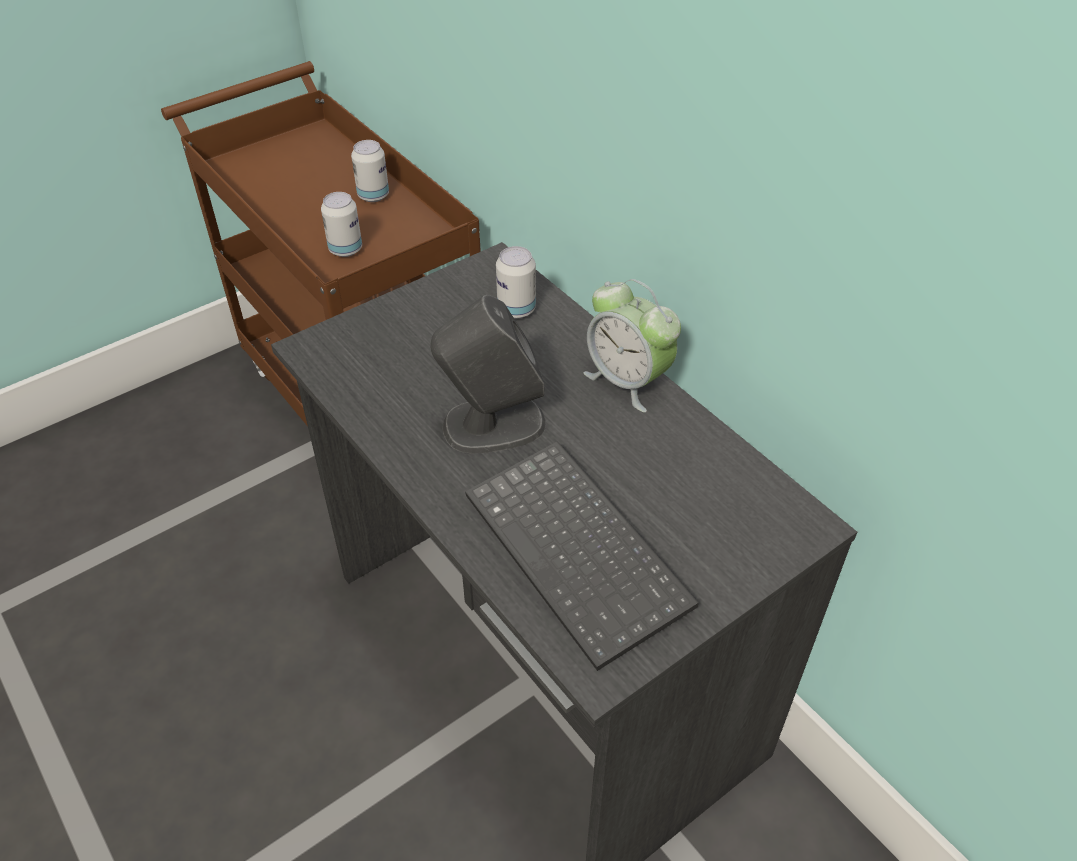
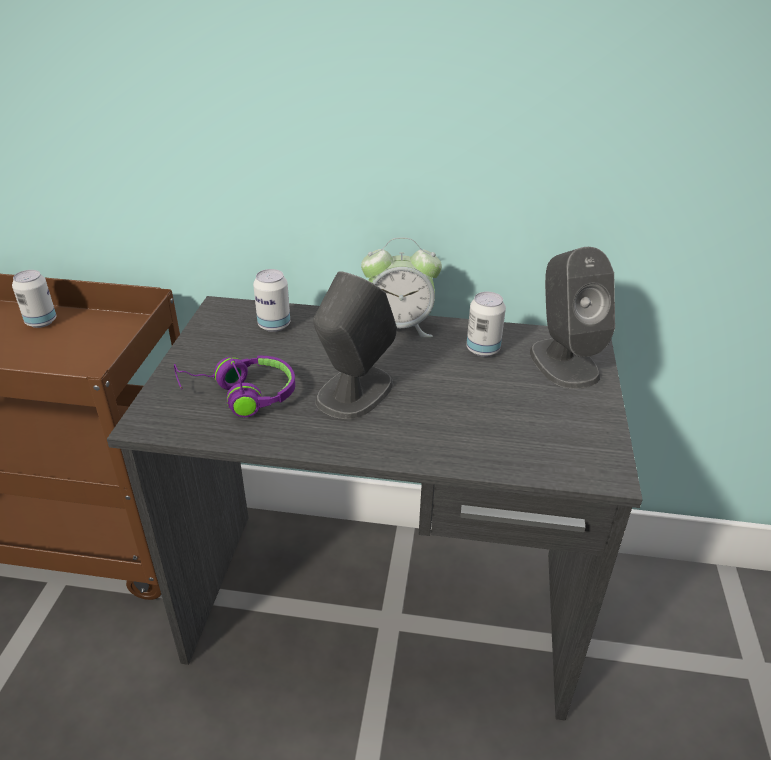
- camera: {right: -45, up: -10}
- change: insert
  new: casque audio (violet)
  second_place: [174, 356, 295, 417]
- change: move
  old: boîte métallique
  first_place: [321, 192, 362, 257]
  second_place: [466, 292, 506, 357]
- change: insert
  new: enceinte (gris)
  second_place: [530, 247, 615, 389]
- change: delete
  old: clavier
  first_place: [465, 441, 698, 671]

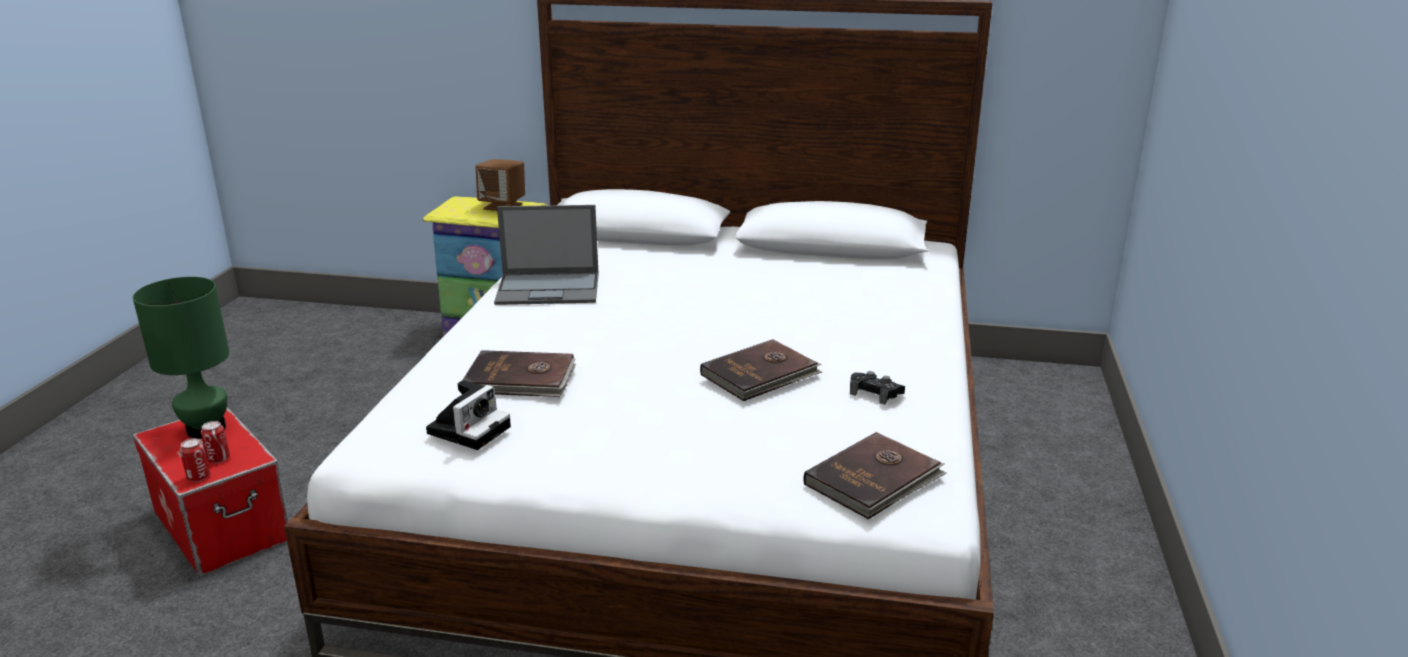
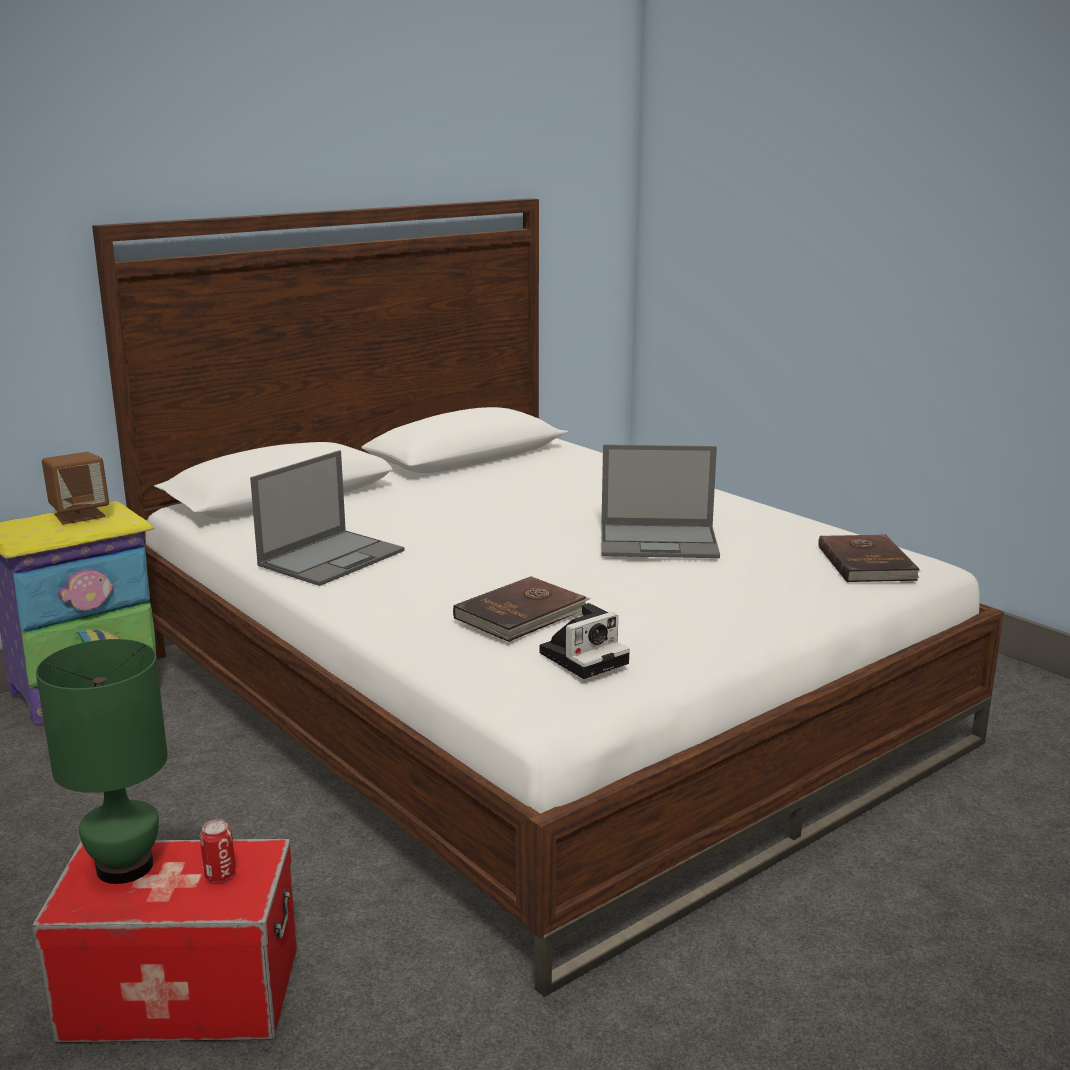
- camera: {right: -50, up: -5}
- change: rotate
  old: appareil photo
  first_place: [426, 380, 511, 450]
  second_place: [540, 603, 630, 679]
  degrees: 75
- change: replace
  old: livre (marron)
  new: ordinateur portable
  first_place: [700, 339, 822, 401]
  second_place: [601, 445, 720, 558]
- change: delete
  old: boîte métallique
  first_place: [180, 438, 210, 482]
- change: delete
  old: manette (noir)
  first_place: [850, 371, 905, 405]

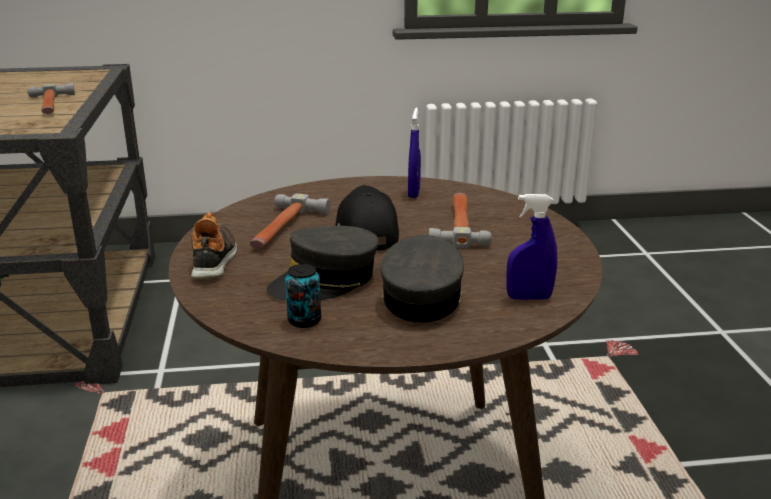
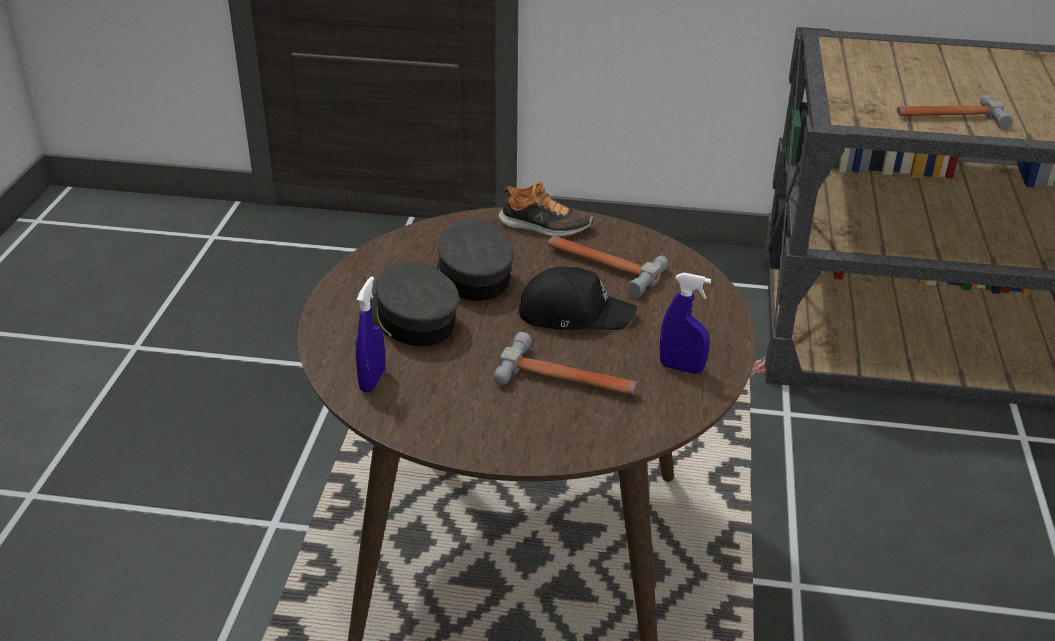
- camera: {right: 105, up: 10}
- change: rotate
  old: casquette (gris)
  first_place: [380, 235, 464, 323]
  second_place: [370, 261, 459, 346]
  degrees: -150
- change: delete
  old: boîte métallique
  first_place: [285, 264, 321, 328]

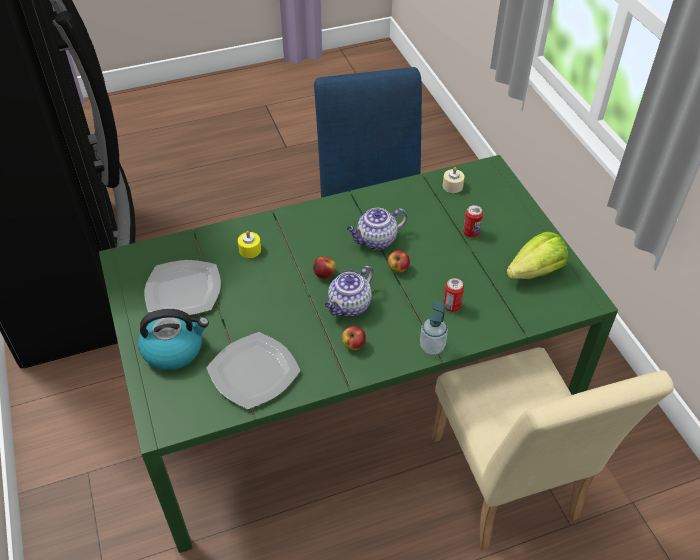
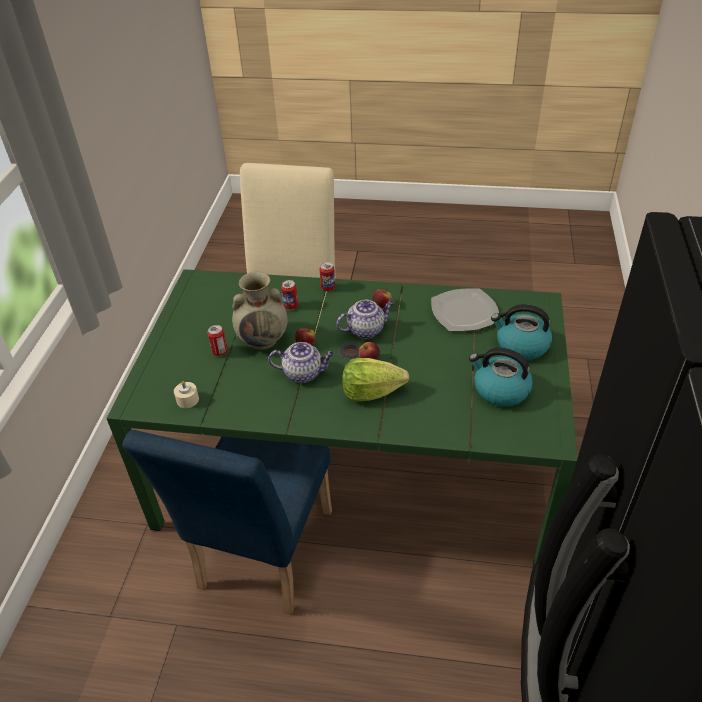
- camera: {right: -150, up: -5}
- change: insert
  new: vase (beige)
  second_place: [232, 272, 288, 350]
- change: replace
  old: distributeur de savon
  new: boîte métallique
  first_place: [420, 300, 448, 355]
  second_place: [319, 262, 335, 291]
- change: move
  old: laitue
  first_place: [507, 232, 568, 279]
  second_place: [342, 358, 409, 401]
- change: replace
  old: assiette
  new: bouilloire
  first_place: [144, 260, 221, 315]
  second_place: [469, 347, 533, 407]
- change: delete
  old: bougie (jaune)
  first_place: [238, 231, 261, 258]

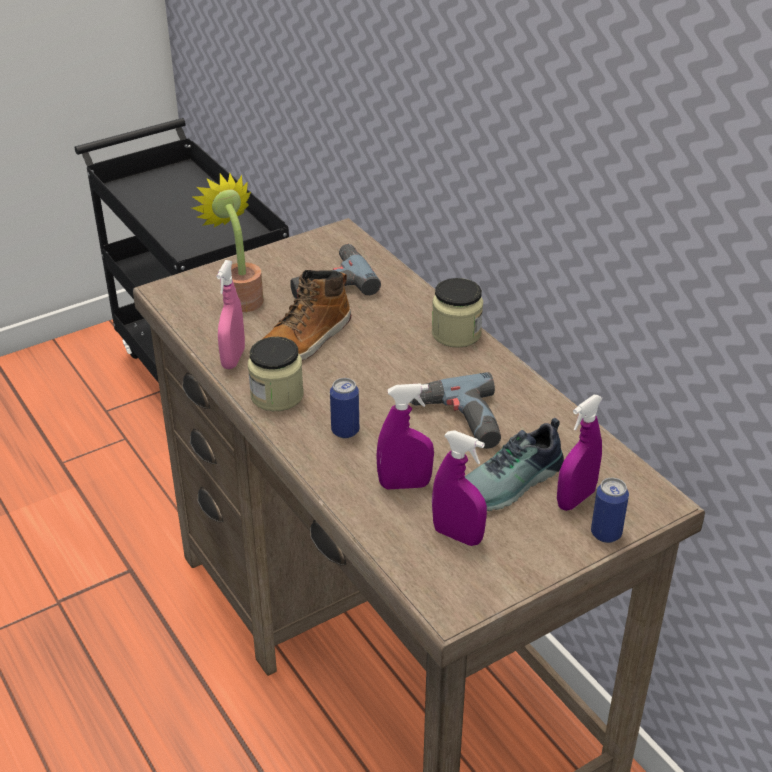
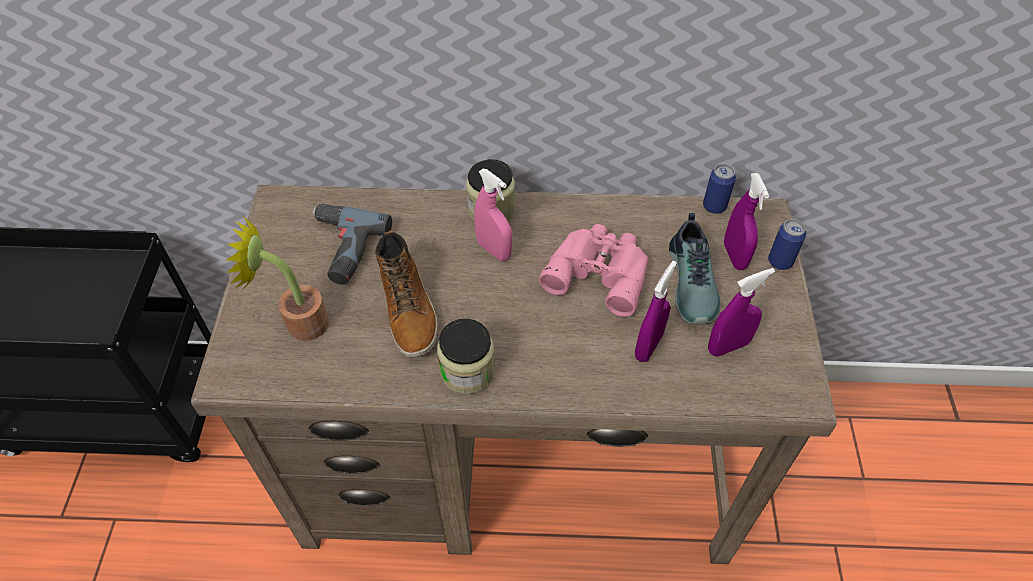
- camera: {right: -55, up: 15}
- change: move
  old: vaporisateur (rose)
  first_place: [217, 260, 245, 369]
  second_place: [474, 169, 512, 261]
- change: replace
  old: perceuse
  new: jumelles (rose)
  first_place: [409, 372, 501, 449]
  second_place: [539, 224, 649, 317]
- change: move
  old: boîte métallique
  first_place: [330, 378, 359, 438]
  second_place: [703, 164, 736, 214]

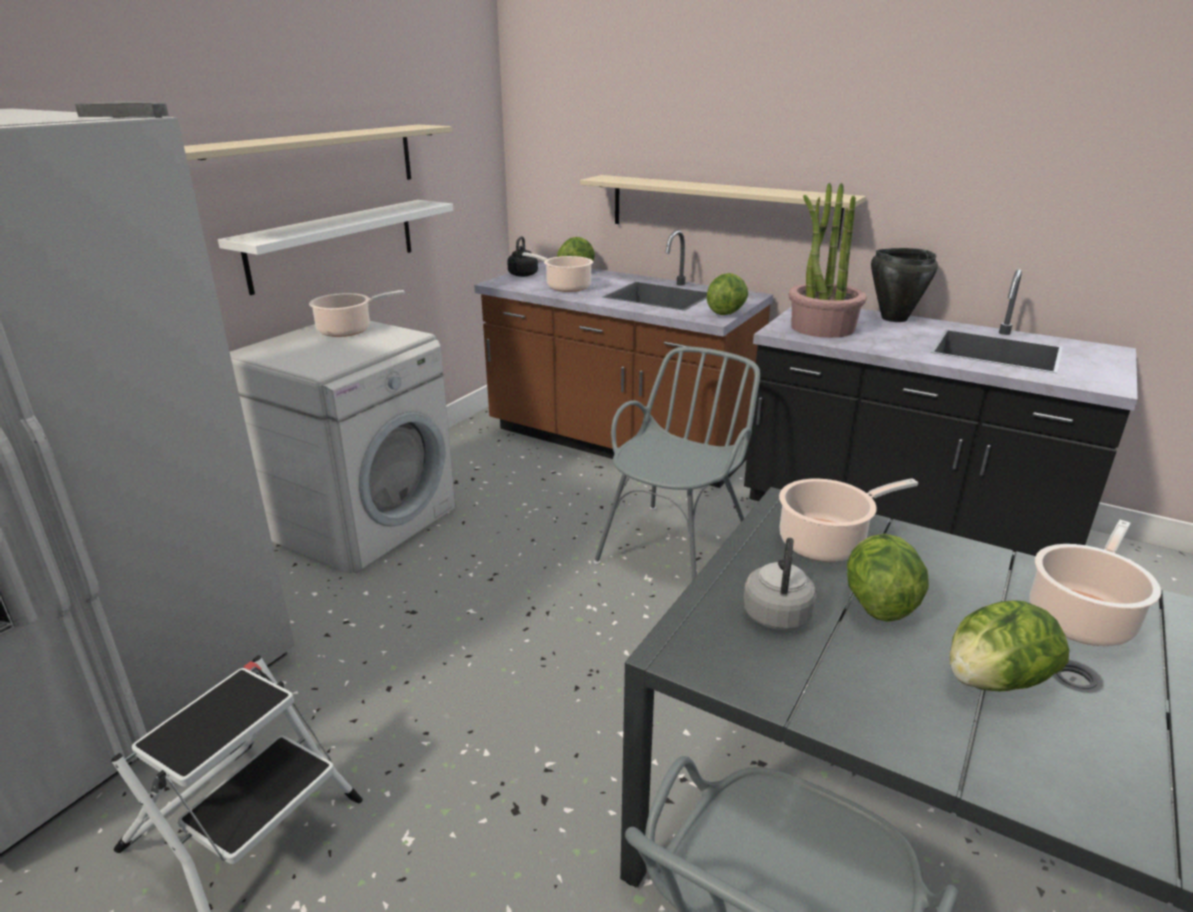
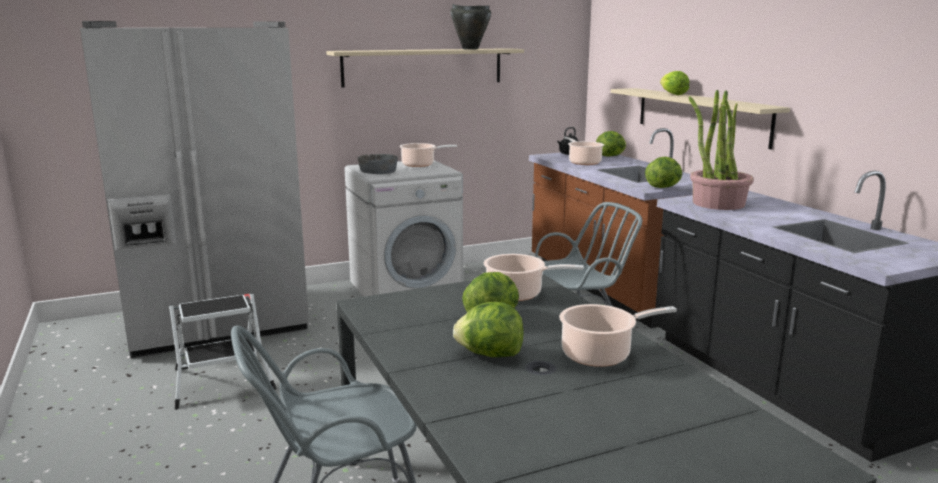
- camera: {right: 35, up: -10}
- change: insert
  new: bol (gris)
  second_place: [358, 154, 398, 174]
- change: move
  old: marmite (noir)
  first_place: [871, 248, 938, 322]
  second_place: [450, 4, 491, 49]
- change: insert
  new: laitue
  second_place: [660, 71, 689, 95]
- change: delete
  old: étagère (blanc)
  first_place: [218, 200, 453, 295]
- change: delete
  old: bouilloire (gris)
  first_place: [743, 538, 816, 630]

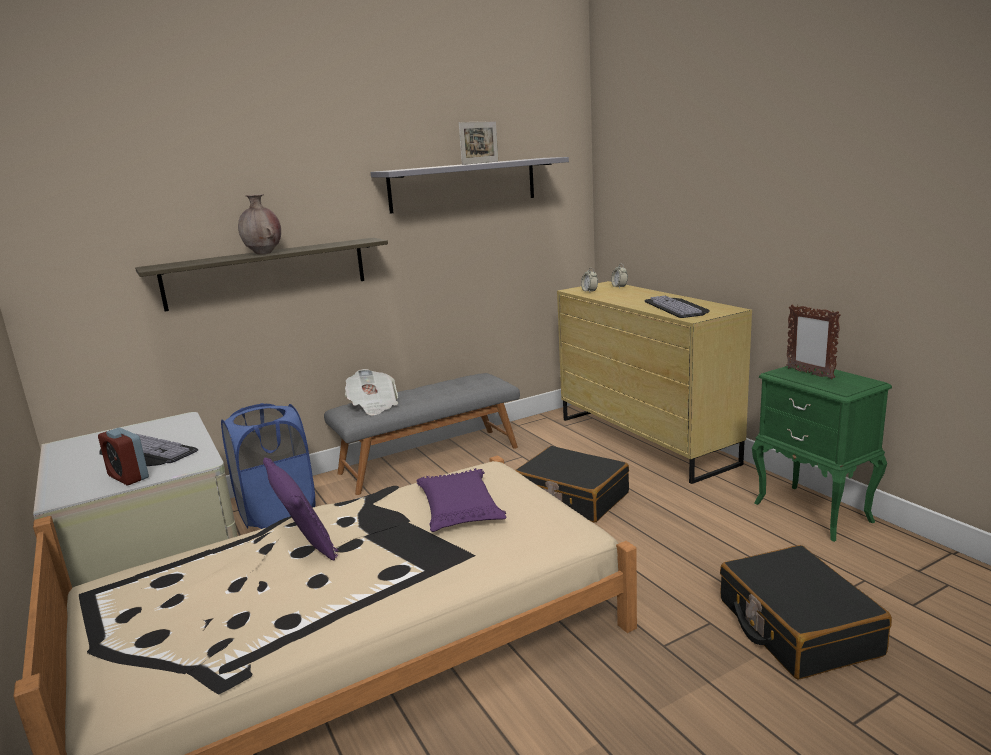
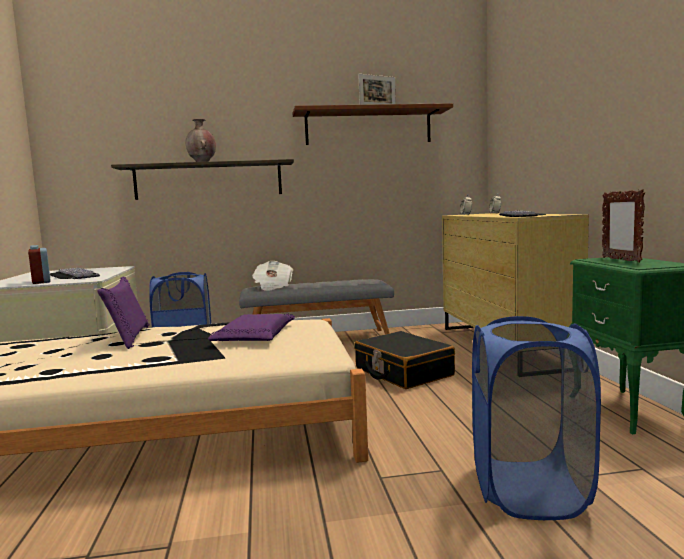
- camera: {right: 20, up: -10}
- change: recolor
  old: étagère (gris)
  new: étagère (marron)
  first_place: [370, 157, 569, 214]
  second_place: [293, 103, 453, 145]
- change: replace
  old: valise (noir)
  new: panier à linge (bleu)
  first_place: [720, 545, 892, 680]
  second_place: [472, 316, 601, 520]

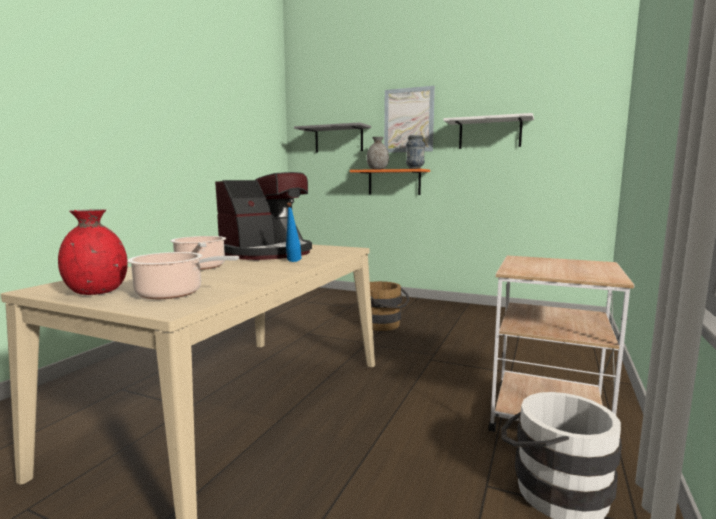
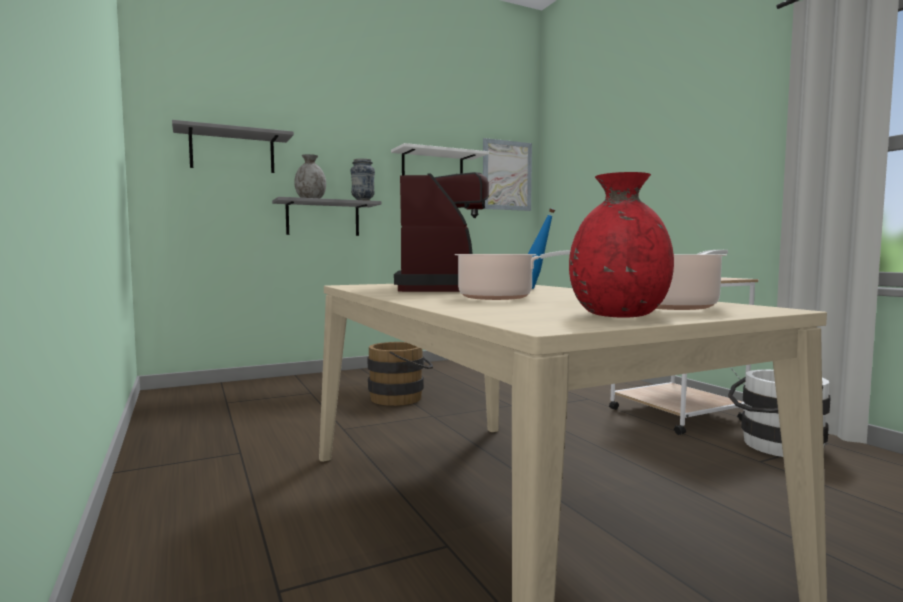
- camera: {right: -50, up: -5}
- change: recolor
  old: étagère (orange)
  new: étagère (gris)
  first_place: [350, 169, 430, 195]
  second_place: [272, 197, 382, 236]
- change: move
  old: tableau
  first_place: [384, 86, 435, 153]
  second_place: [483, 138, 532, 211]

